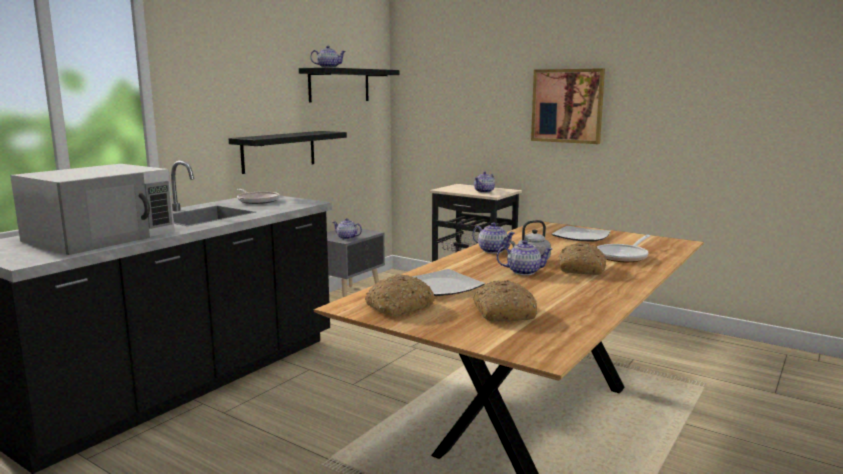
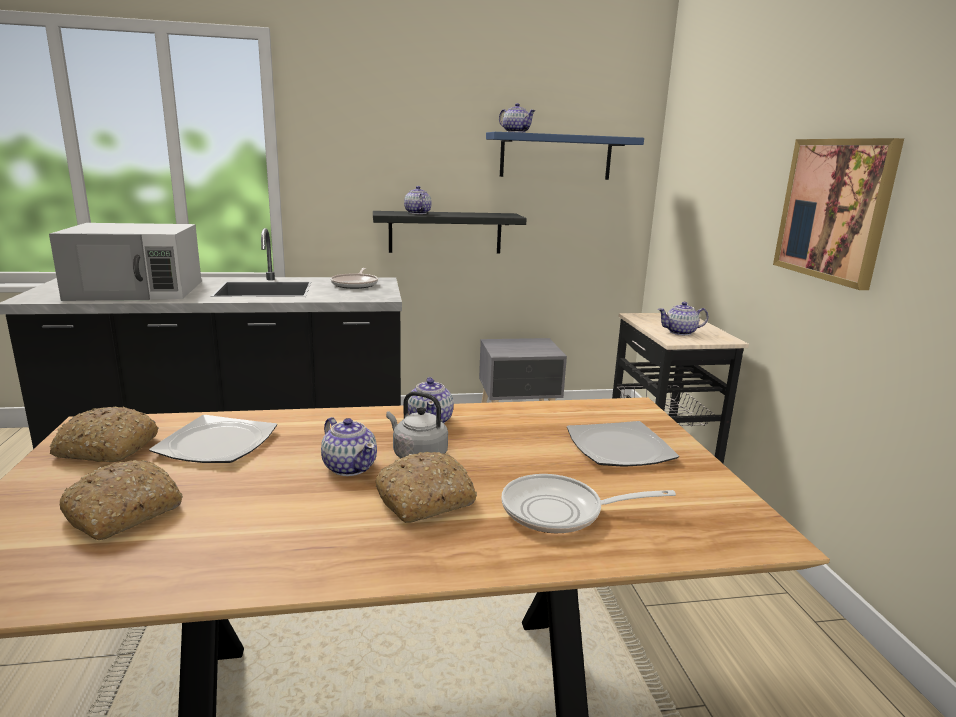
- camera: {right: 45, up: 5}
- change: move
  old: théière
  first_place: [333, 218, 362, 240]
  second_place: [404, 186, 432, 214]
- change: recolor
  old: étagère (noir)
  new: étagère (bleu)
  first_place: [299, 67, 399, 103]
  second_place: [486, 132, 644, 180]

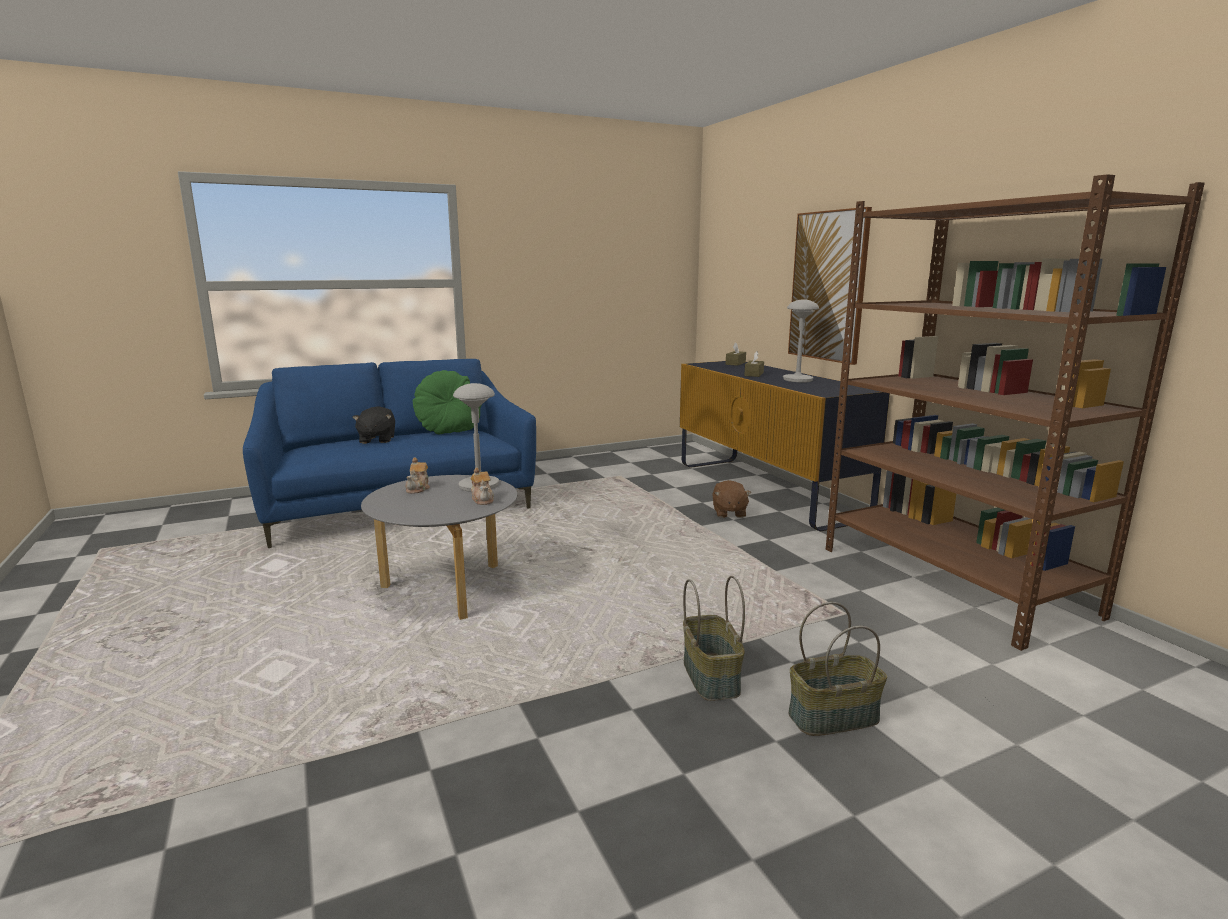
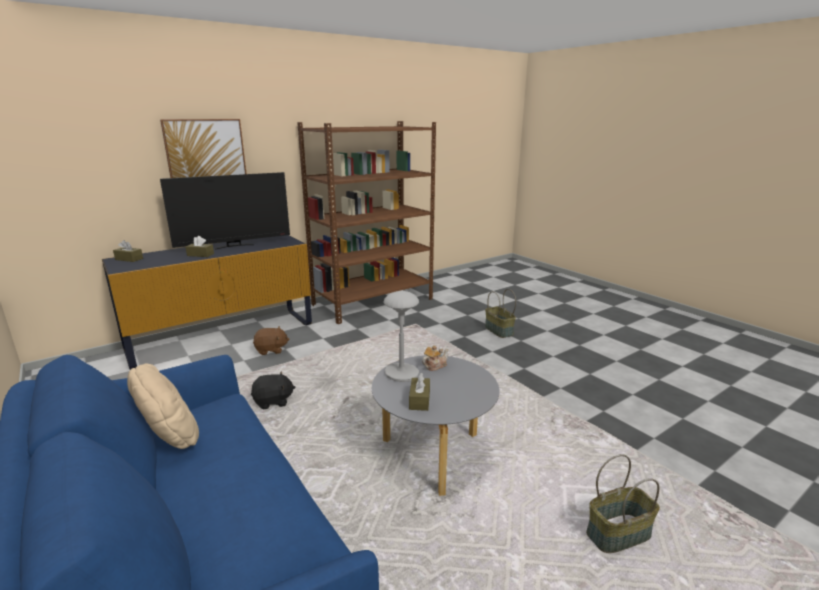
- camera: {right: -100, up: 5}
- change: recolor
  old: coussin (vert)
  new: coussin (beige)
  first_place: [413, 370, 481, 434]
  second_place: [127, 363, 199, 449]
- change: replace
  old: lampe de table (gris)
  new: téléviseur
  first_place: [783, 300, 819, 382]
  second_place: [160, 172, 290, 250]
- change: move
  old: peluche (noir)
  first_place: [352, 406, 395, 444]
  second_place: [251, 371, 295, 409]
- change: replace
  old: théière
  new: boîte à mouchoirs (marron)
  first_place: [405, 457, 430, 494]
  second_place: [409, 373, 430, 411]
- change: move
  old: panier
  first_place: [683, 576, 745, 701]
  second_place: [586, 454, 660, 553]

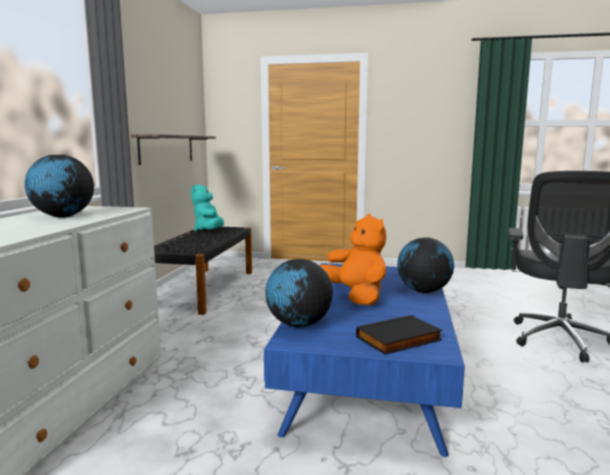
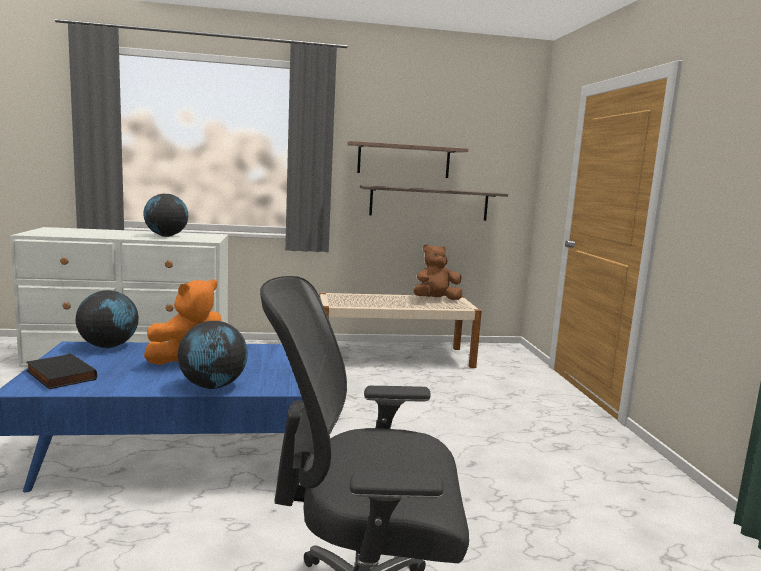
- camera: {right: 70, up: 0}
- change: recolor
  old: banc (noir)
  new: banc (beige)
  first_place: [154, 227, 252, 315]
  second_place: [319, 293, 482, 368]
- change: insert
  new: étagère
  second_place: [347, 141, 468, 178]
- change: recolor
  old: peluche (turquoise)
  new: peluche (marron)
  first_place: [191, 184, 224, 231]
  second_place: [414, 244, 462, 300]

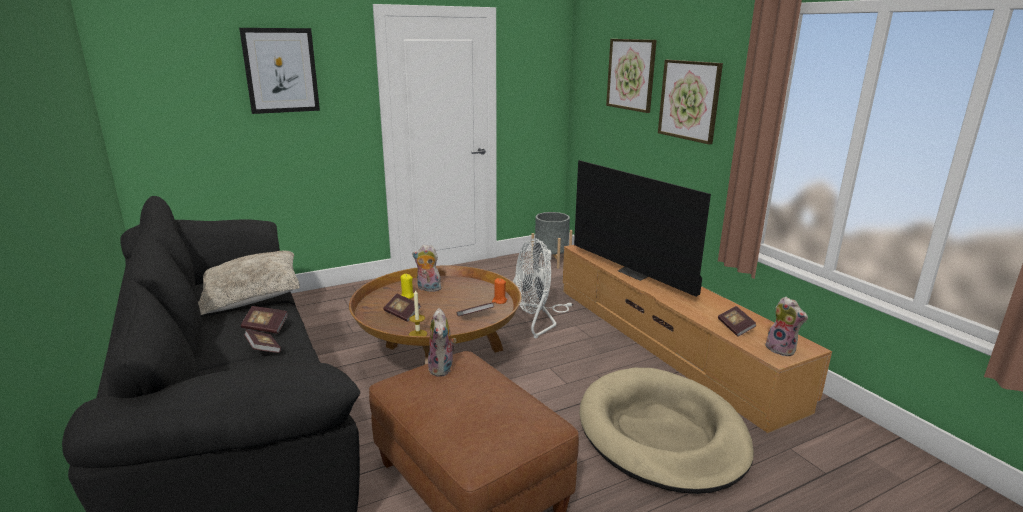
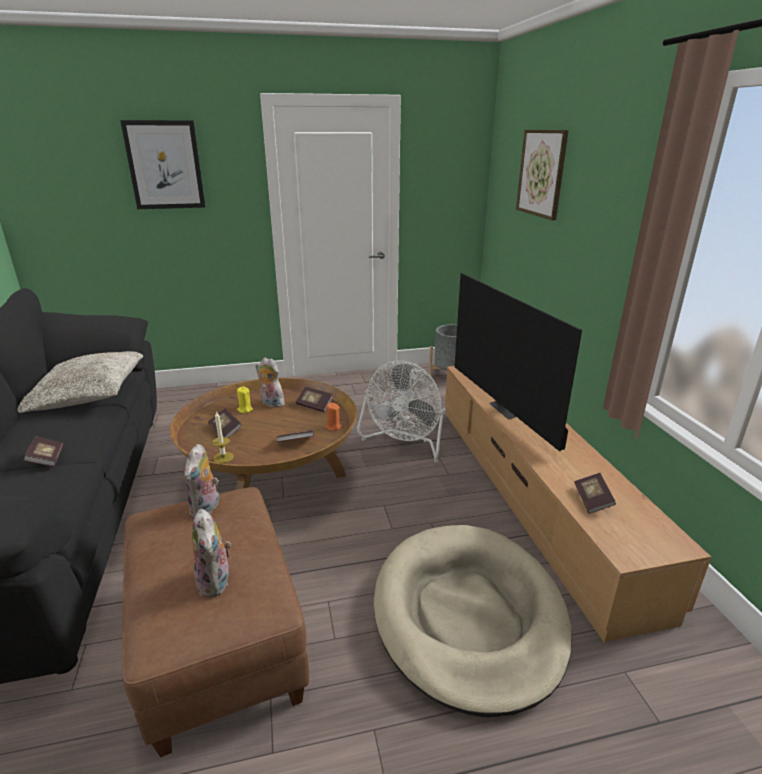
- camera: {right: 15, up: 5}
- change: move
  old: peluche
  first_place: [765, 297, 808, 356]
  second_place: [192, 509, 231, 597]
- change: move
  old: livre
  first_place: [241, 306, 288, 334]
  second_place: [296, 387, 333, 412]
- change: rotate
  old: ventilateur (blanc)
  first_place: [513, 238, 573, 339]
  second_place: [357, 360, 445, 462]
  degrees: -60
- change: delete
  old: tableau
  first_place: [658, 60, 723, 144]

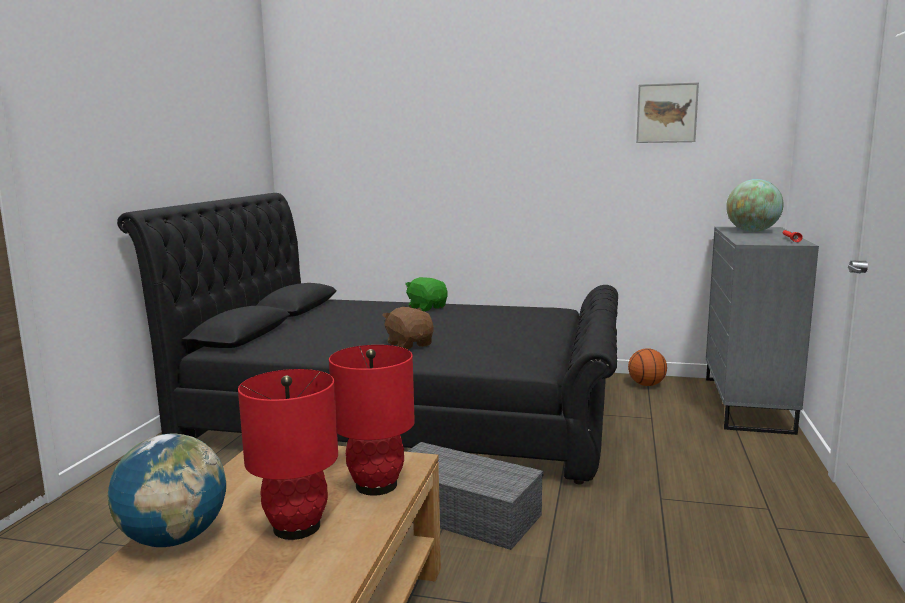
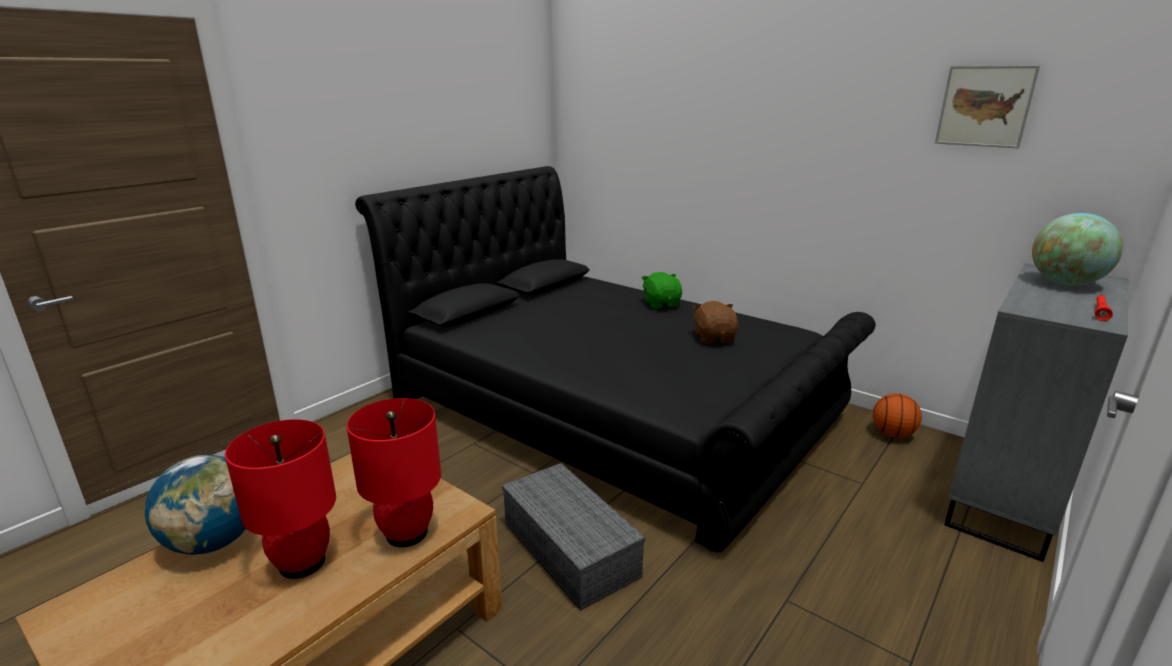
- camera: {right: 25, up: 10}
- change: move
  old: peluche (marron)
  first_place: [382, 307, 434, 350]
  second_place: [692, 301, 738, 344]

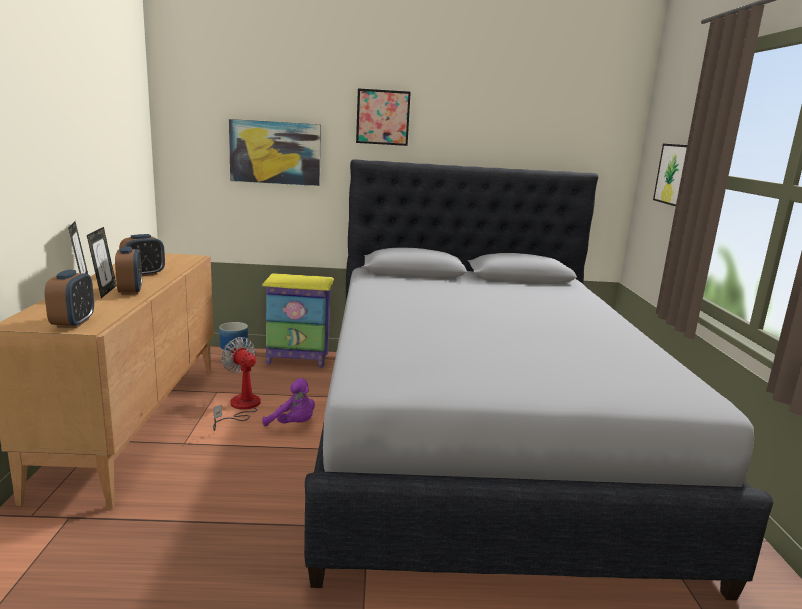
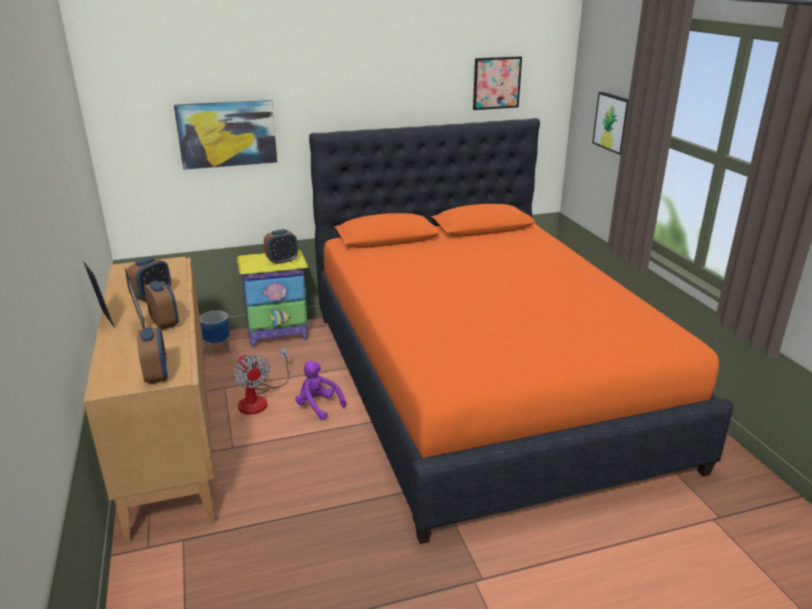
- camera: {right: -15, up: 10}
- change: rotate
  old: ventilateur
  first_place: [213, 337, 261, 431]
  second_place: [233, 347, 289, 415]
  degrees: -150
- change: insert
  new: réveil
  second_place: [264, 229, 298, 264]
- change: rotate
  old: peluche (violet)
  first_place: [262, 378, 315, 426]
  second_place: [296, 361, 346, 420]
  degrees: -150
- change: recolor
  old: lit (gris)
  new: lit (orange)
  first_place: [304, 160, 773, 600]
  second_place: [309, 118, 734, 544]
- change: move
  old: tableau
  first_place: [356, 88, 411, 146]
  second_place: [473, 56, 522, 110]

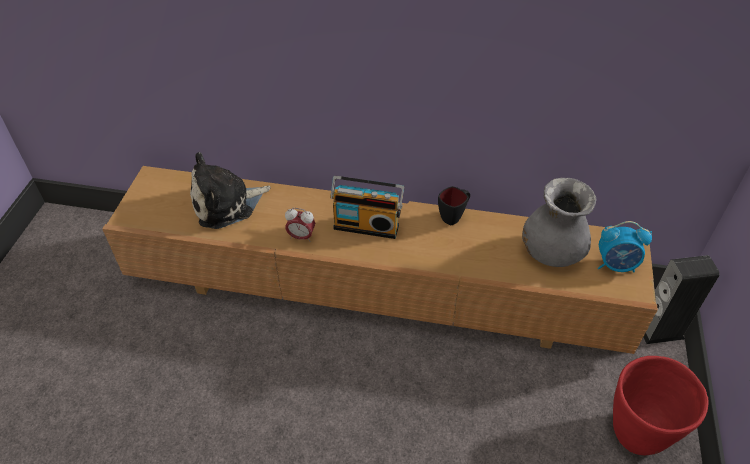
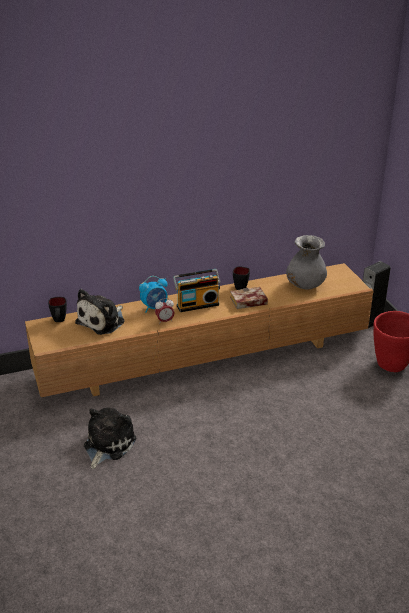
- camera: {right: -30, up: -15}
- change: insert
  new: mug (noir)
  second_place: [48, 297, 67, 322]
- change: insert
  new: peluche
  second_place: [84, 407, 136, 469]
- change: move
  old: réveil
  first_place: [598, 221, 652, 272]
  second_place: [139, 276, 168, 313]
- change: insert
  new: livre
  second_place: [230, 287, 268, 309]

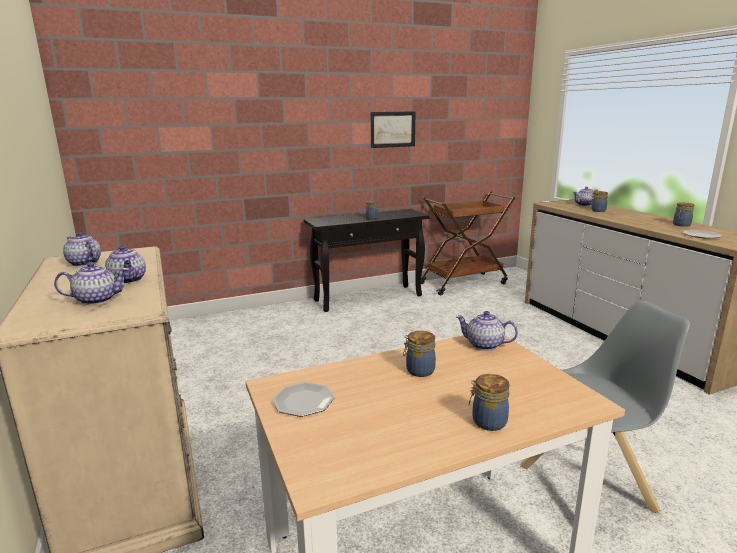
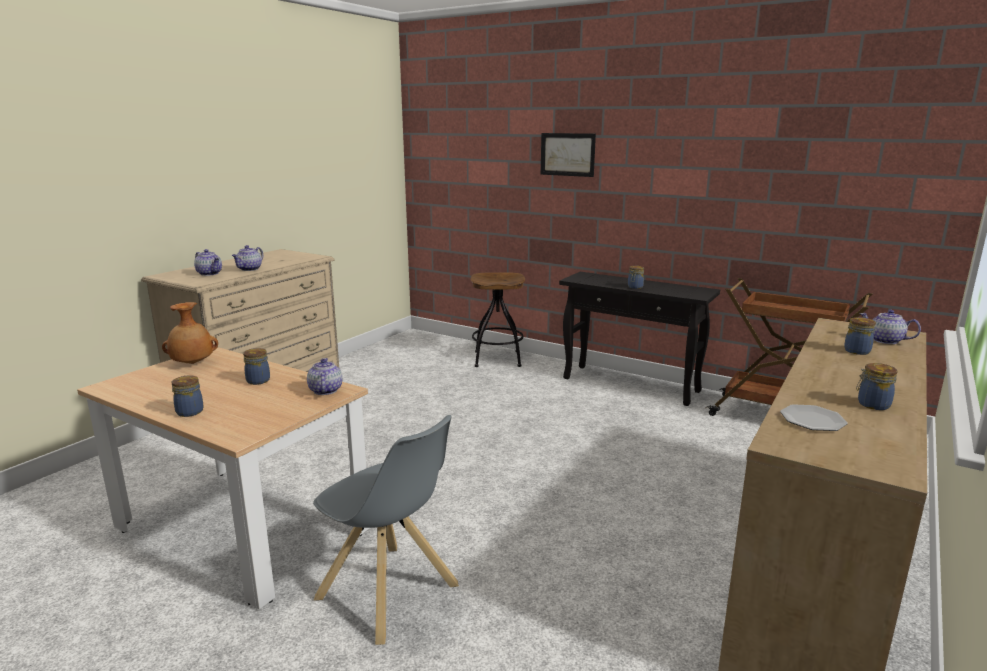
- camera: {right: 55, up: 0}
- change: replace
  old: assiette
  new: vase (marron)
  first_place: [272, 382, 335, 417]
  second_place: [162, 302, 218, 364]
- change: insert
  new: tabouret (marron)
  second_place: [471, 272, 525, 367]
- change: move
  old: tableau
  first_place: [371, 111, 416, 148]
  second_place: [541, 133, 596, 177]
- change: delete
  old: théière
  first_place: [63, 232, 101, 267]

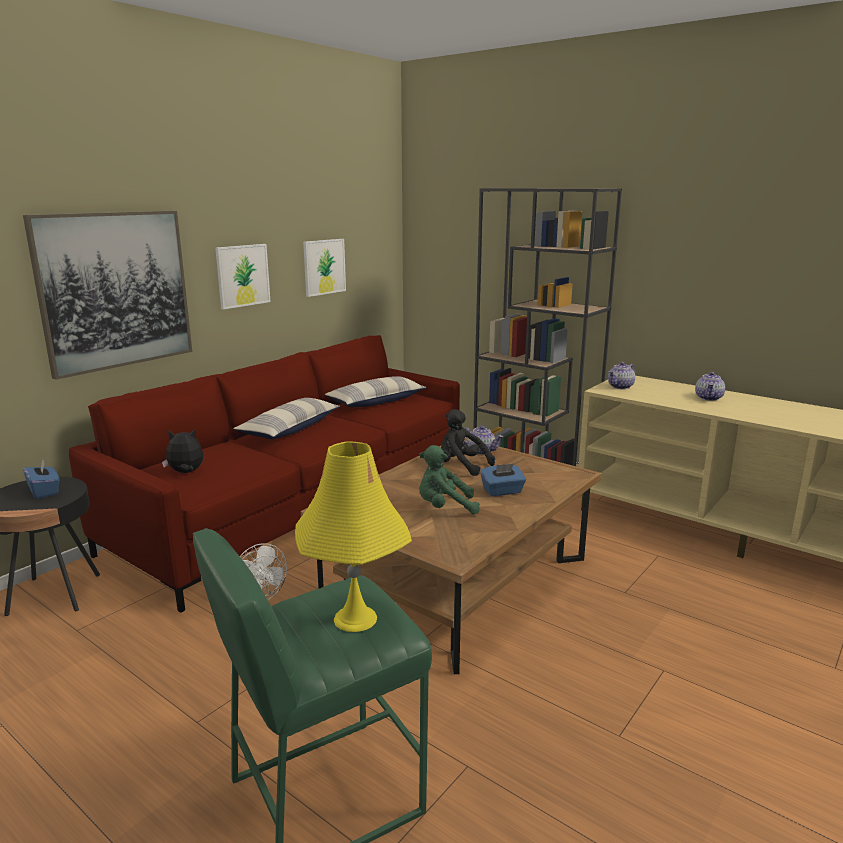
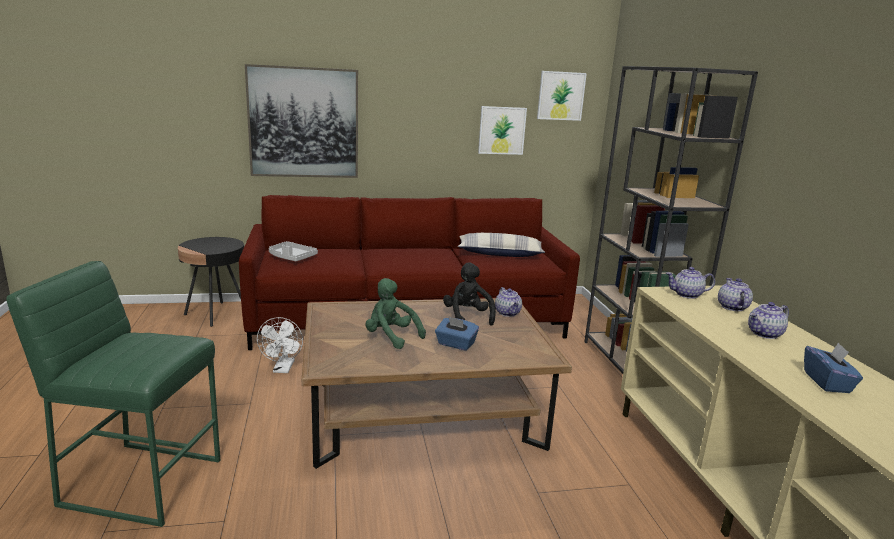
- camera: {right: 40, up: 0}
- change: replace
  old: peluche
  new: plateau (gris)
  first_place: [162, 429, 203, 473]
  second_place: [269, 241, 318, 262]
- change: move
  old: tableau
  first_place: [215, 244, 271, 310]
  second_place: [537, 71, 587, 121]
- change: insert
  new: théière
  second_place: [718, 278, 753, 311]
- change: move
  old: boîte à mouchoirs (bleu)
  first_place: [23, 460, 60, 499]
  second_place: [804, 342, 863, 393]
- change: delete
  old: coussin
  first_place: [233, 398, 340, 439]
- change: delete
  old: lampe de table (jaune)
  first_place: [295, 441, 412, 632]

